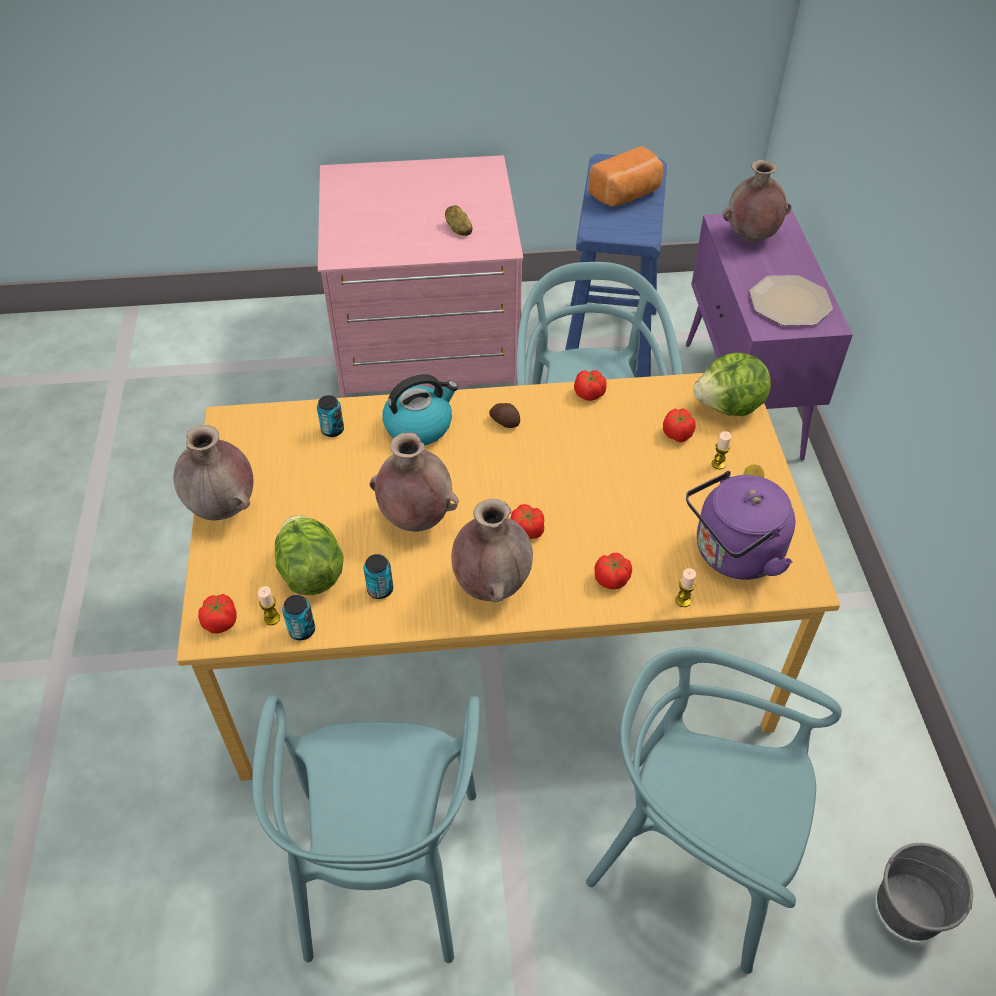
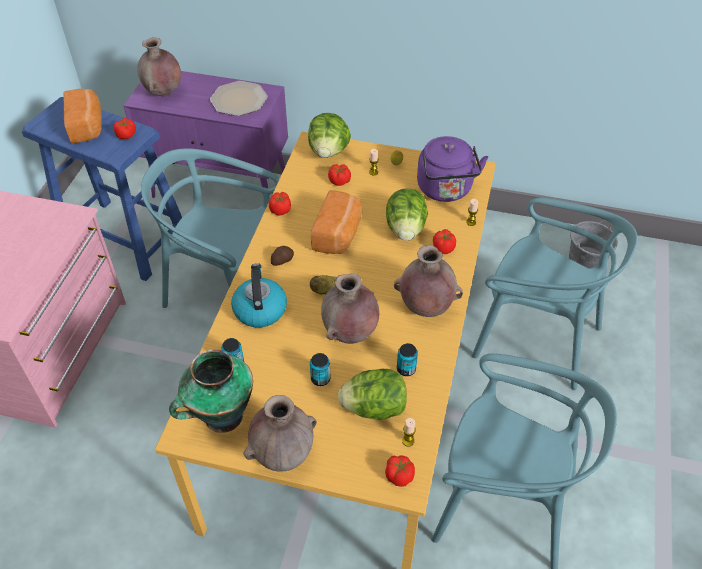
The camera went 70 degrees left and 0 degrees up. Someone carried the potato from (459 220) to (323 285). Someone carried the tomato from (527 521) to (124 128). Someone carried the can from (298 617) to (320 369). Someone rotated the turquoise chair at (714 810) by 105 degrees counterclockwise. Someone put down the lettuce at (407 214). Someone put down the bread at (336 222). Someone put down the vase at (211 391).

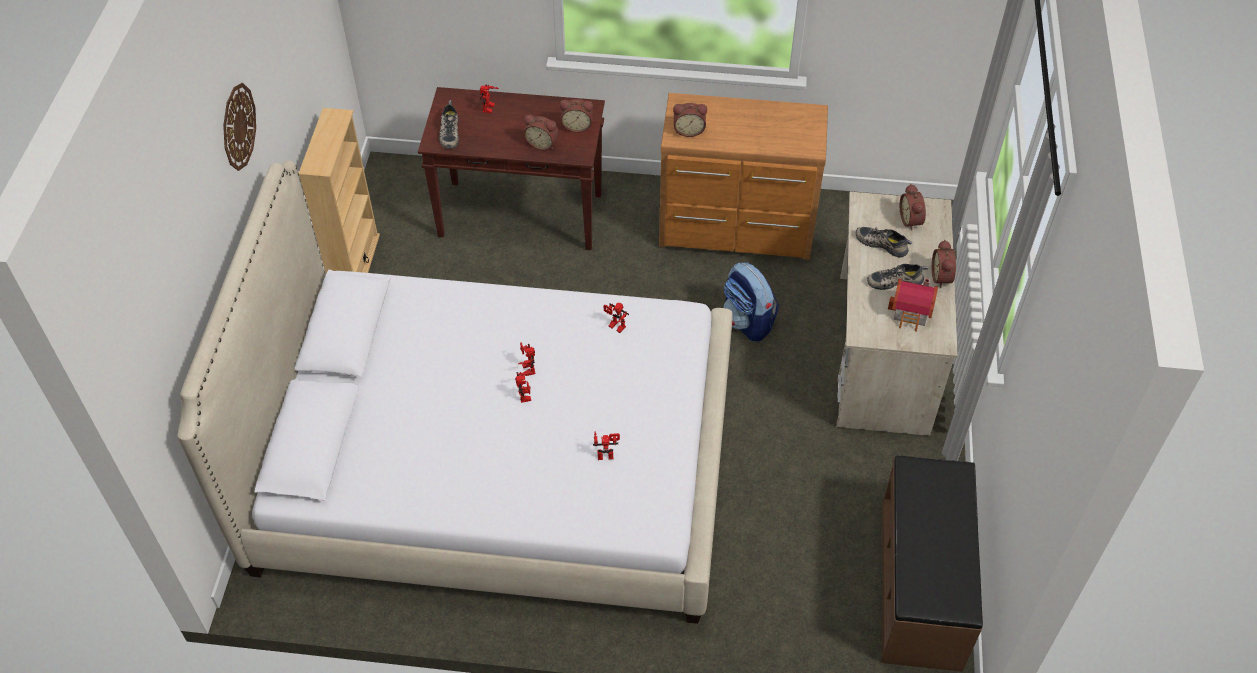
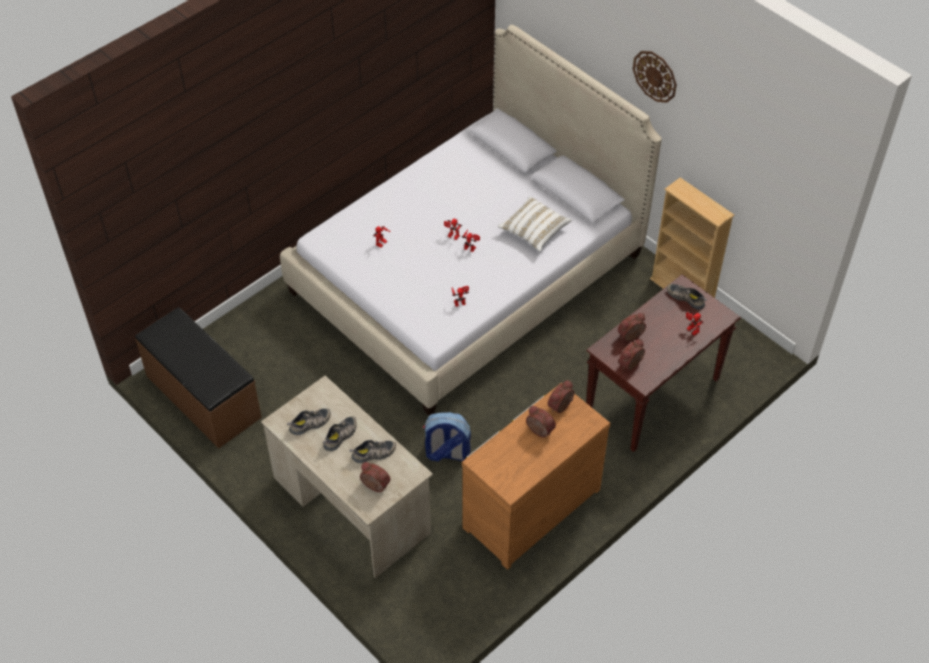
The camera went 130 degrees right and 0 degrees up. Someone carried the alarm clock from (944 264) to (541 422). Someone swapped the toy house at (913 305) for the shoe at (309 421). Someone put down the white pillow at (534 224).

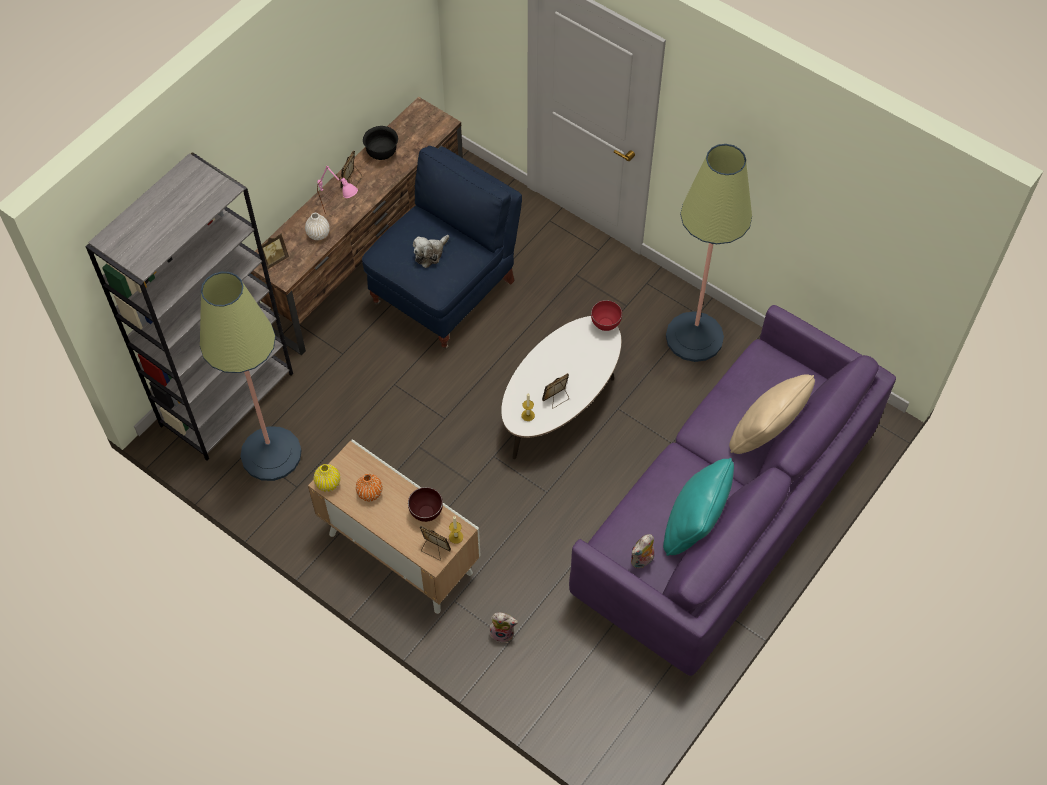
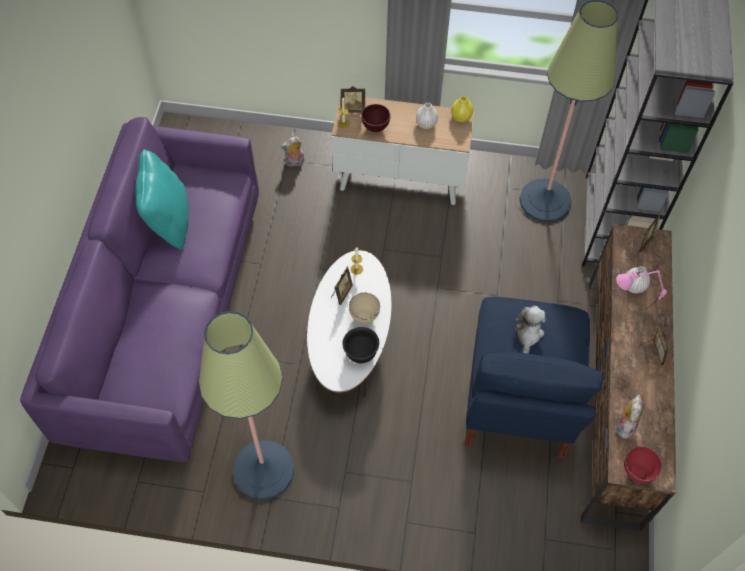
The camera went 150 degrees right and 0 degrees up. Someone carried the black bowl from (380 143) to (360 345). Someone carried the red bowl from (606 315) to (643 464). Someone took away the beige pillow at (772 414). Someone repainted the orange vase at (369 487), which became the white vase at (427 116). Someone carried the plush toy from (643 551) to (630 417). Someone put down the beige bowl at (364 308).

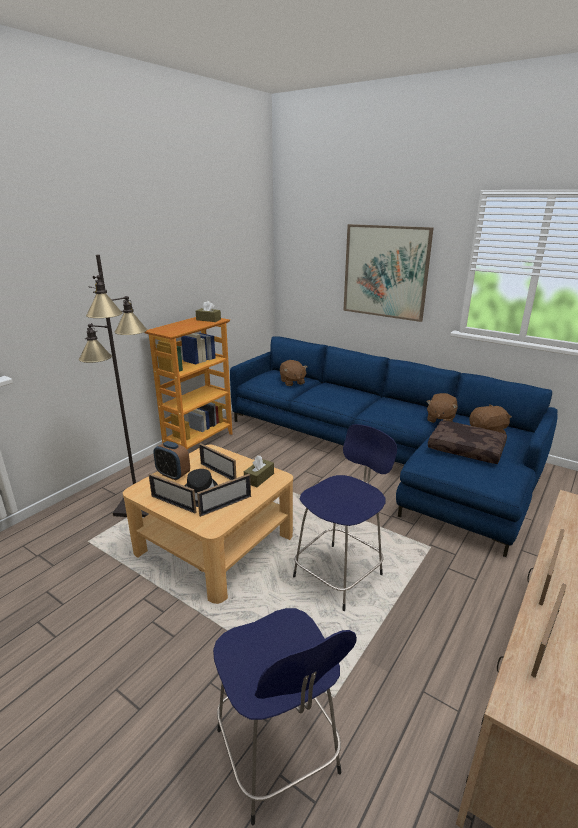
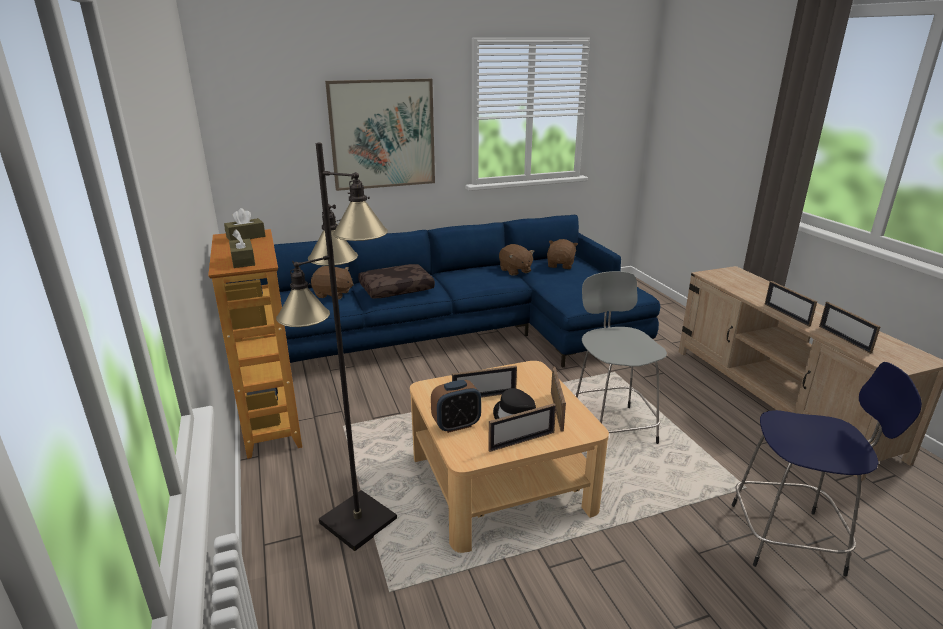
The camera went 55 degrees left and 0 degrees up. Someone carried the brown pillow from (467 442) to (396 281). Someone repainted the blue stool at (345 517), which became the grey stool at (621 357). Someone carried the brown tissue box from (259 471) to (242 249).

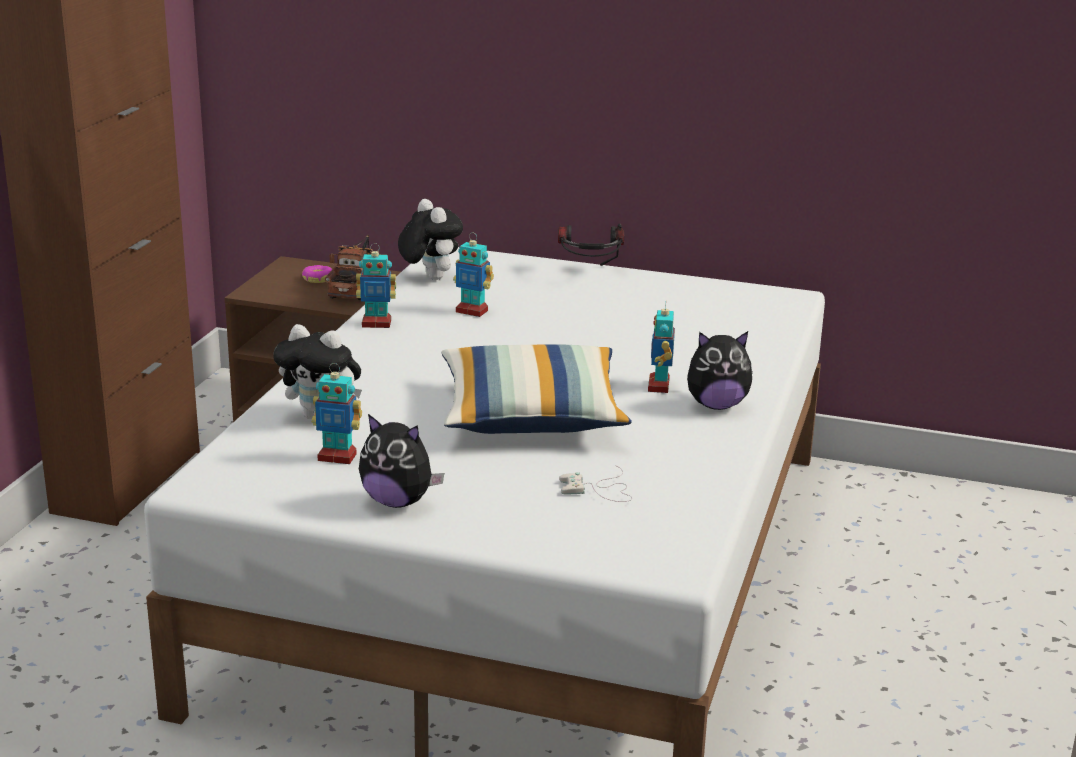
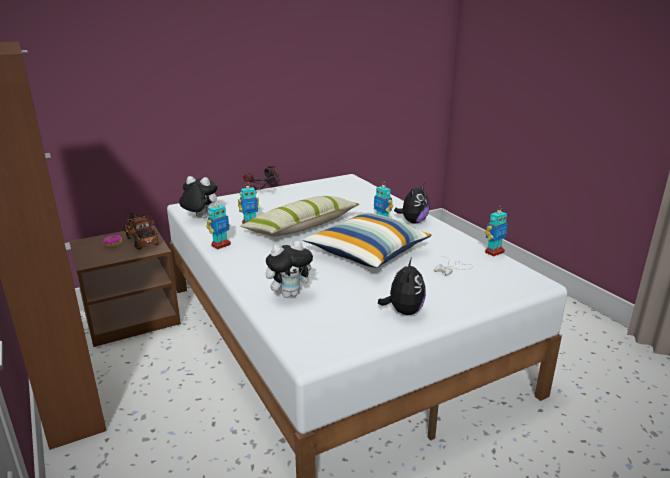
The camera went 45 degrees left and 0 degrees up. Someone carried the toy robot from (337 413) to (496 232). Someone rotated the plush toy at (401 461) by 60 degrees counterclockwise. Someone put down the pillow at (299 216).

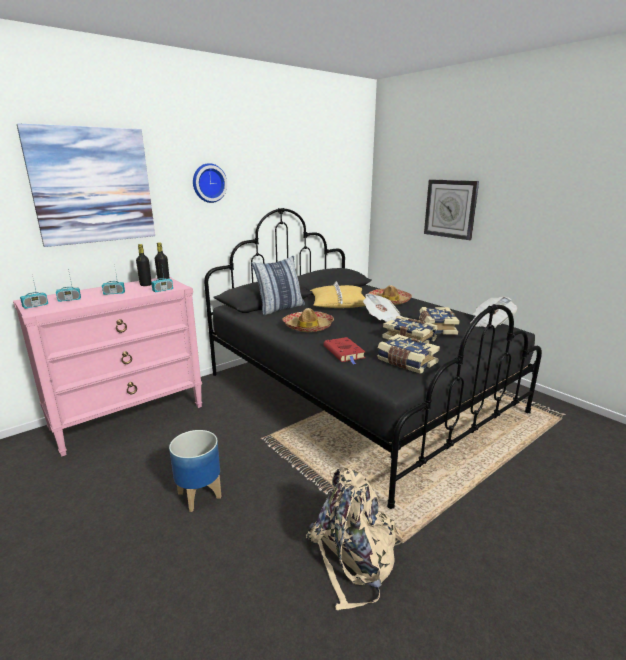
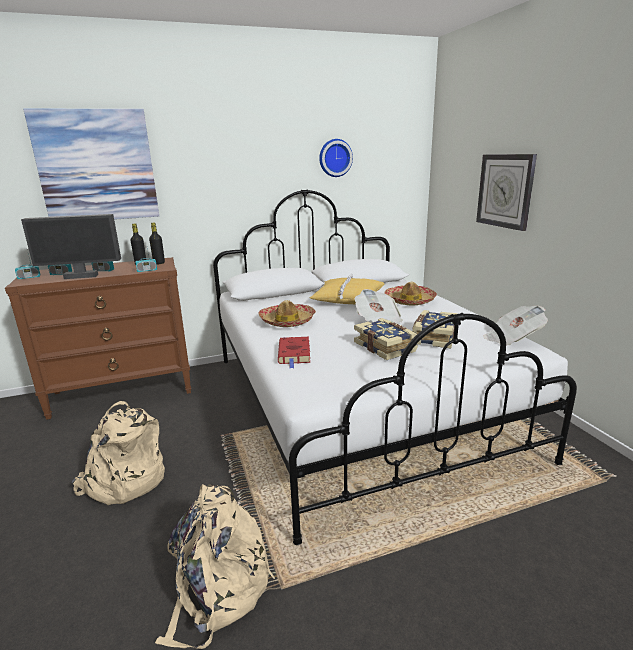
The camera went 20 degrees right and 0 degrees up. Someone carried the wall clock from (210 183) to (336 158). Someone repainted the black bed at (373 358), which became the white bed at (395 367). Someone took away the pillow at (278 285). Someone repainted the pink dresser at (107 367), which became the brown dresser at (98 338). Someone took away the book at (408 354). Someone swapped the planter at (195 471) for the beige backpack at (118 453). Someone put down the monitor at (71 246).

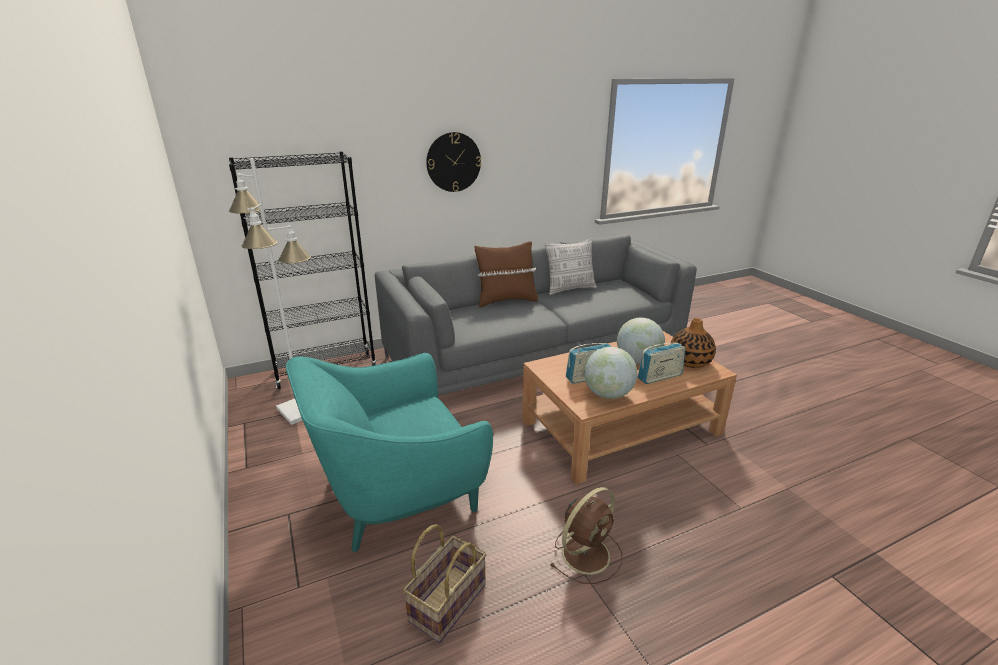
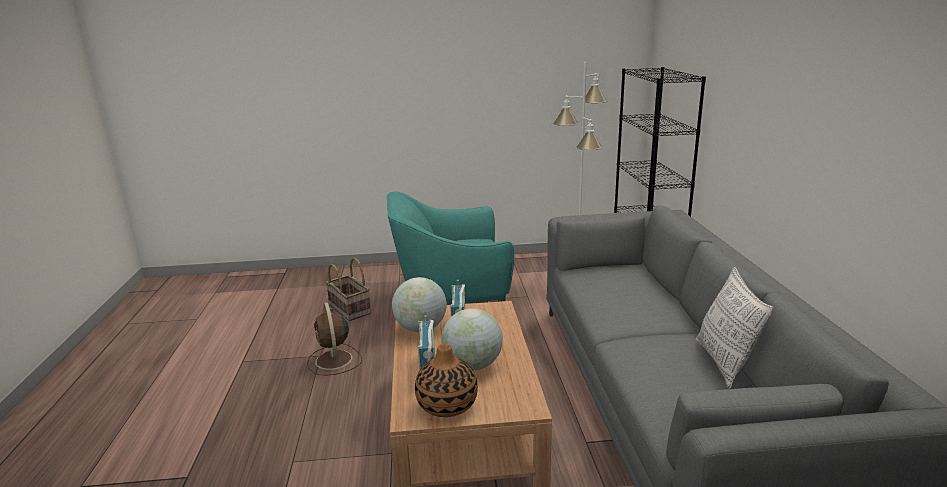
The camera went 110 degrees right and 5 degrees down. Someone took away the wall clock at (453 162). Someone took away the brown pillow at (506 274). Someone rotated the turquoise armchair at (389 452) by 90 degrees counterclockwise.

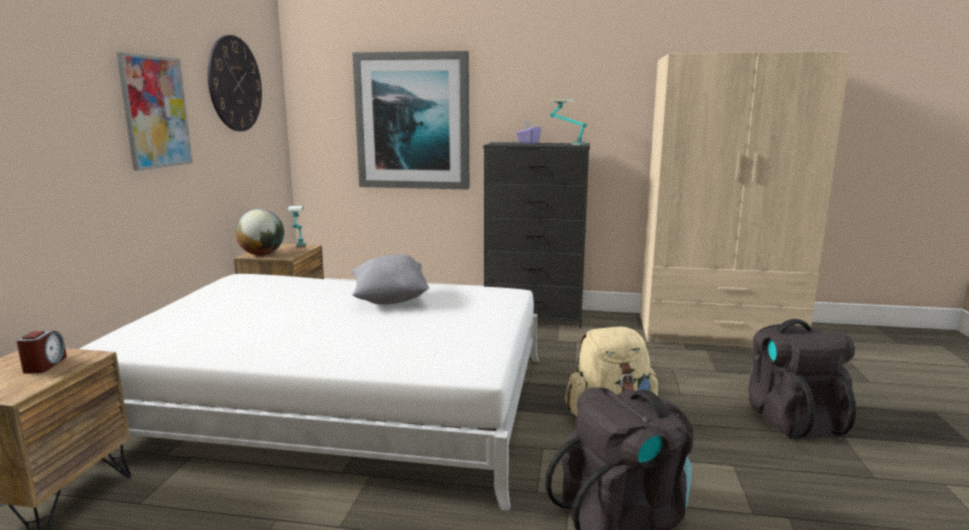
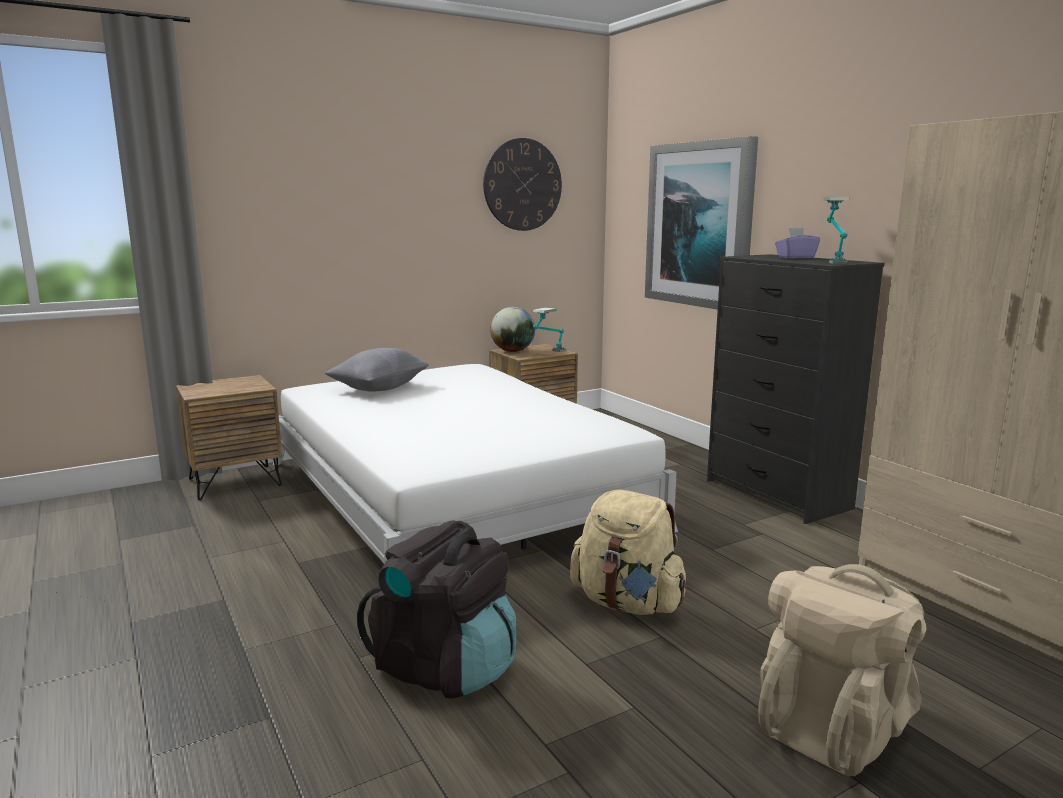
The camera went 50 degrees right and 0 degrees up. Someone took away the picture at (154 111). Someone carried the grey pillow from (390 279) to (377 370). Someone repainted the black backpack at (802 379), which became the beige backpack at (842 670). Someone took away the alarm clock at (41 352).

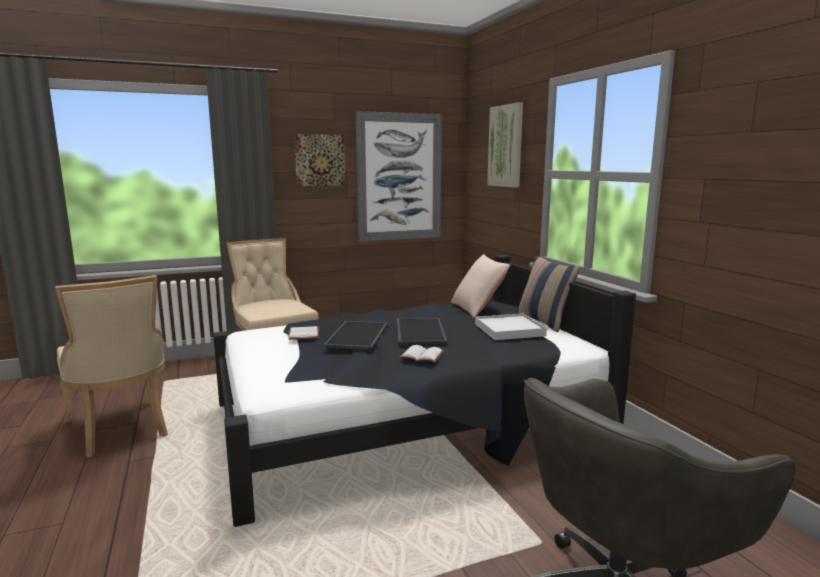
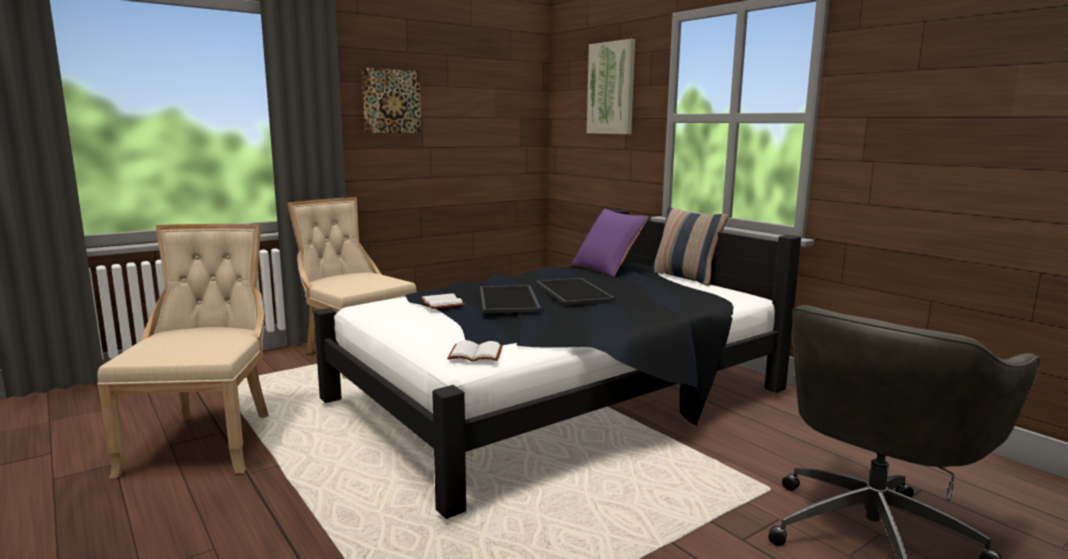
The camera went 15 degrees left and 0 degrees up. Someone took away the picture at (398 176). Someone repainted the beige pillow at (480 286), which became the purple pillow at (610 243). Someone rotated the beige chair at (111 366) by 135 degrees counterclockwise. Someone took away the white tray at (511 326). Someone carried the white book from (421 354) to (475 351).

